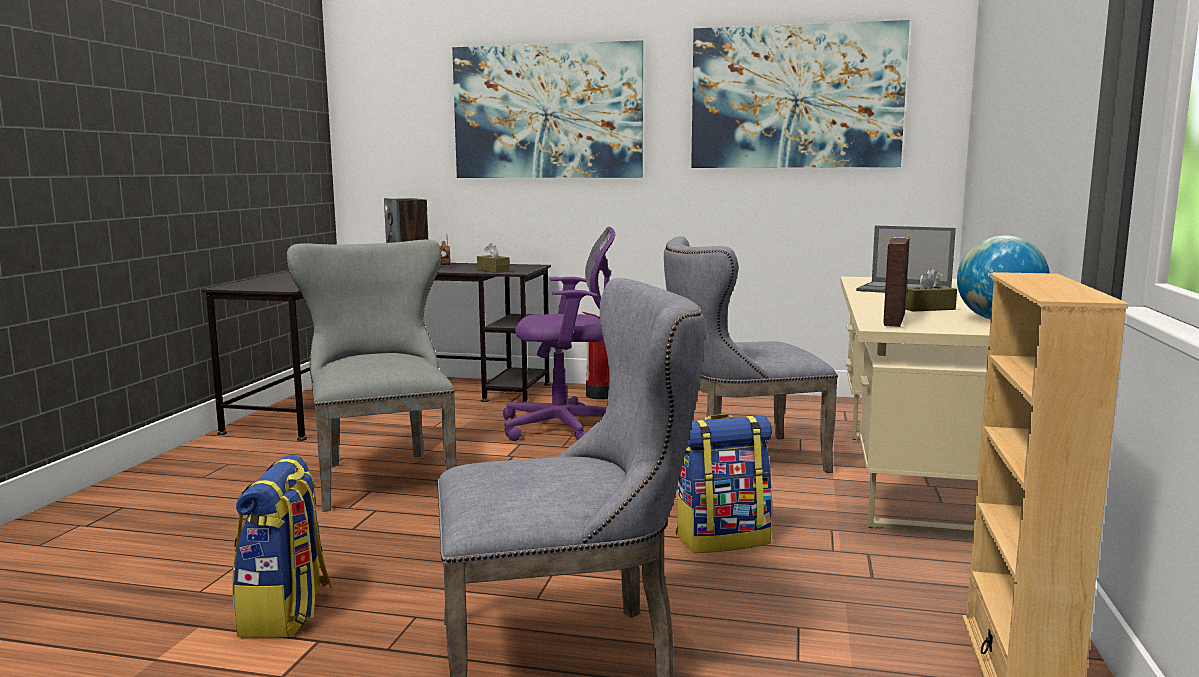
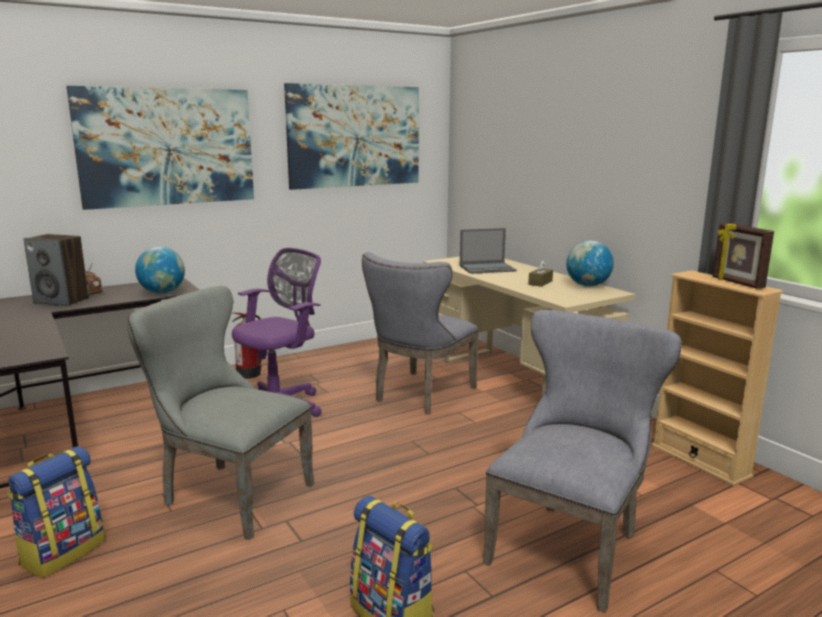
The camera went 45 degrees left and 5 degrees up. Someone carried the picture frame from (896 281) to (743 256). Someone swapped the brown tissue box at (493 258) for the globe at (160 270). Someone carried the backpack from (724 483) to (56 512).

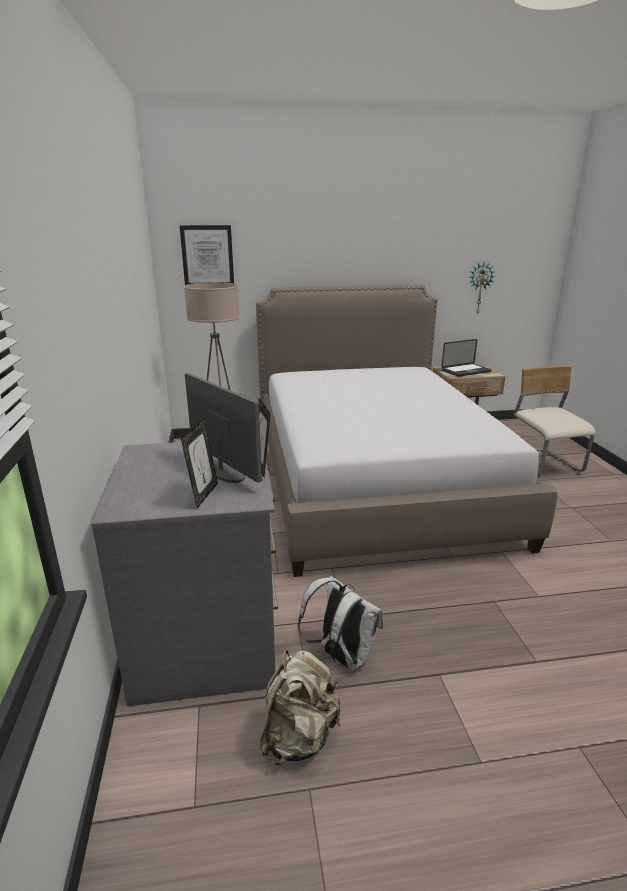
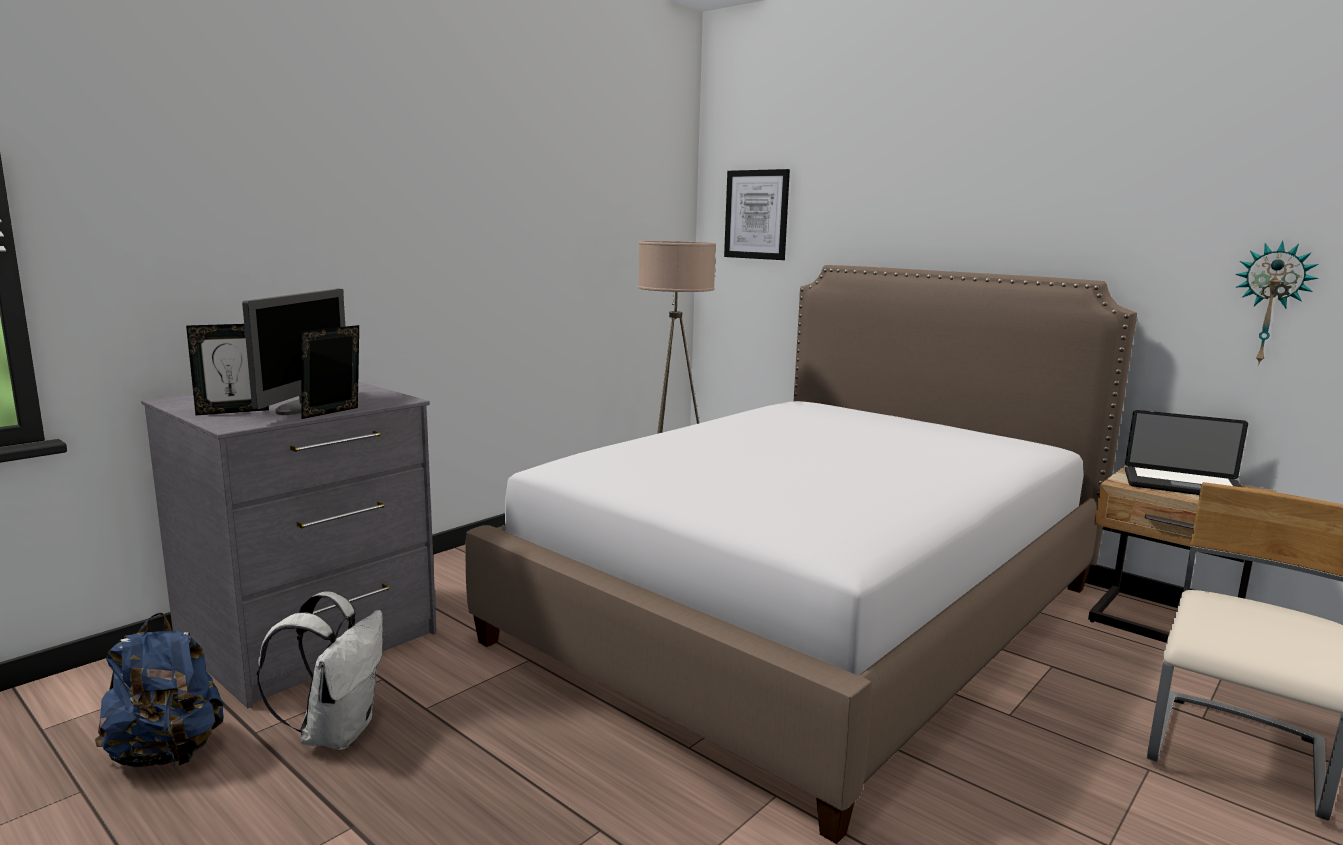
The camera went 50 degrees right and 10 degrees down. Someone repainted the beige backpack at (300 708), which became the blue backpack at (159 689).

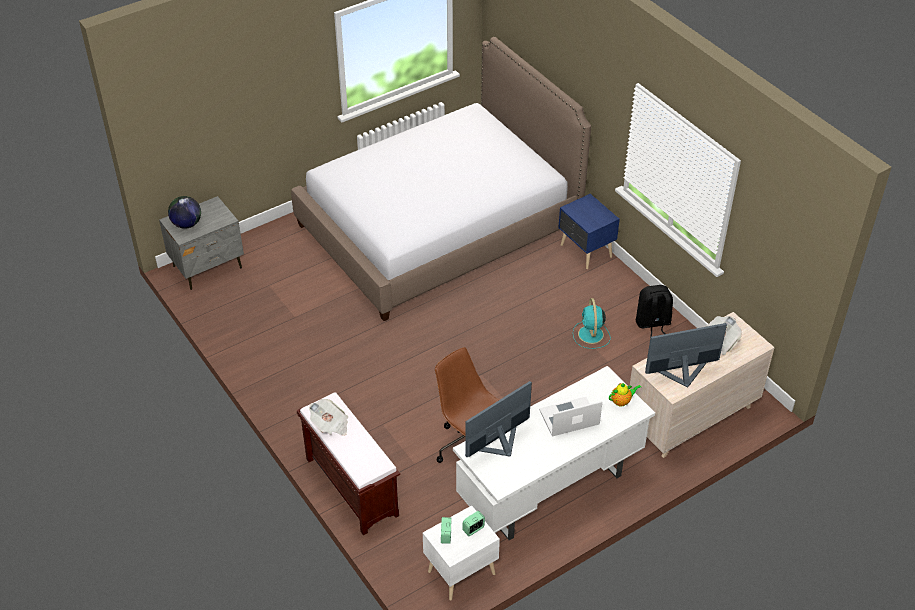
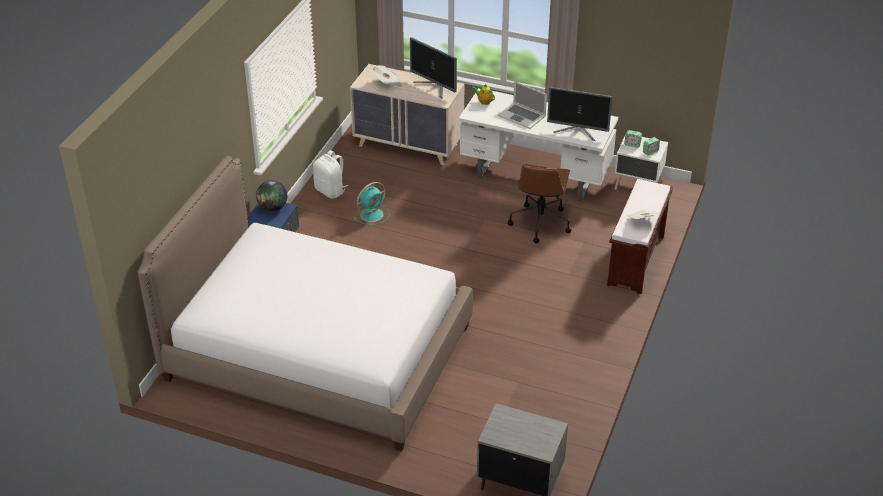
The camera went 125 degrees left and 5 degrees down. Someone carried the globe from (184 212) to (271 195). Someone repainted the black backpack at (654 311), which became the white backpack at (330 174).

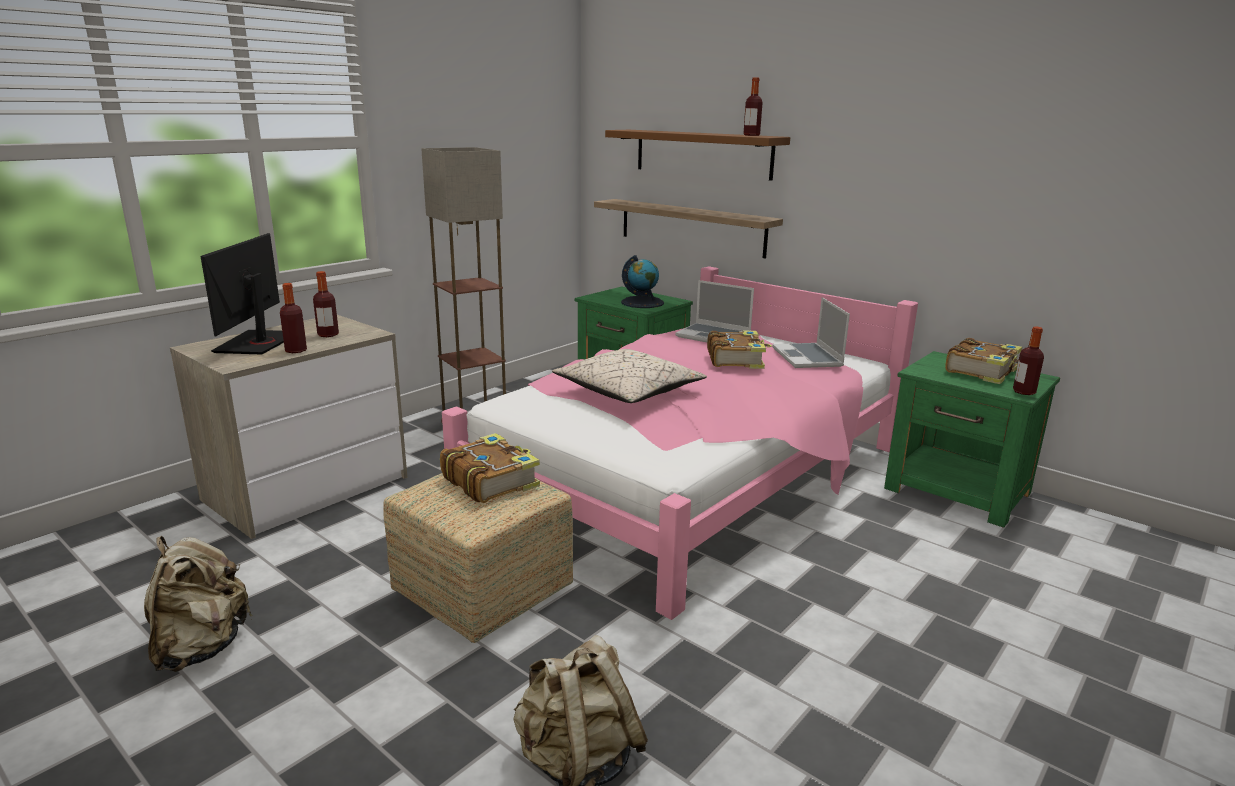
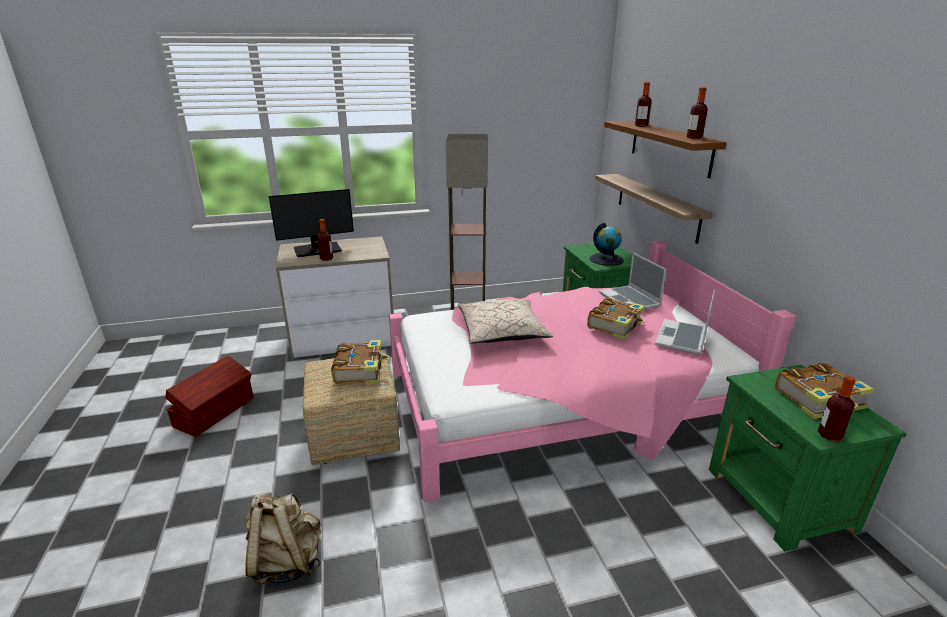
The camera went 35 degrees right and 5 degrees up. Someone rotated the monitor at (242 294) by 150 degrees counterclockwise. Someone carried the bottle from (326 304) to (643 104). Someone swapped the beige backpack at (198 604) for the brown storage box at (209 396).

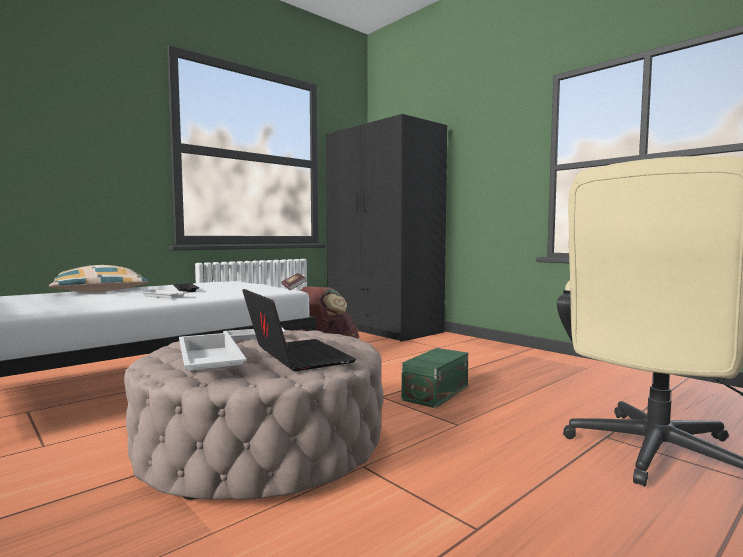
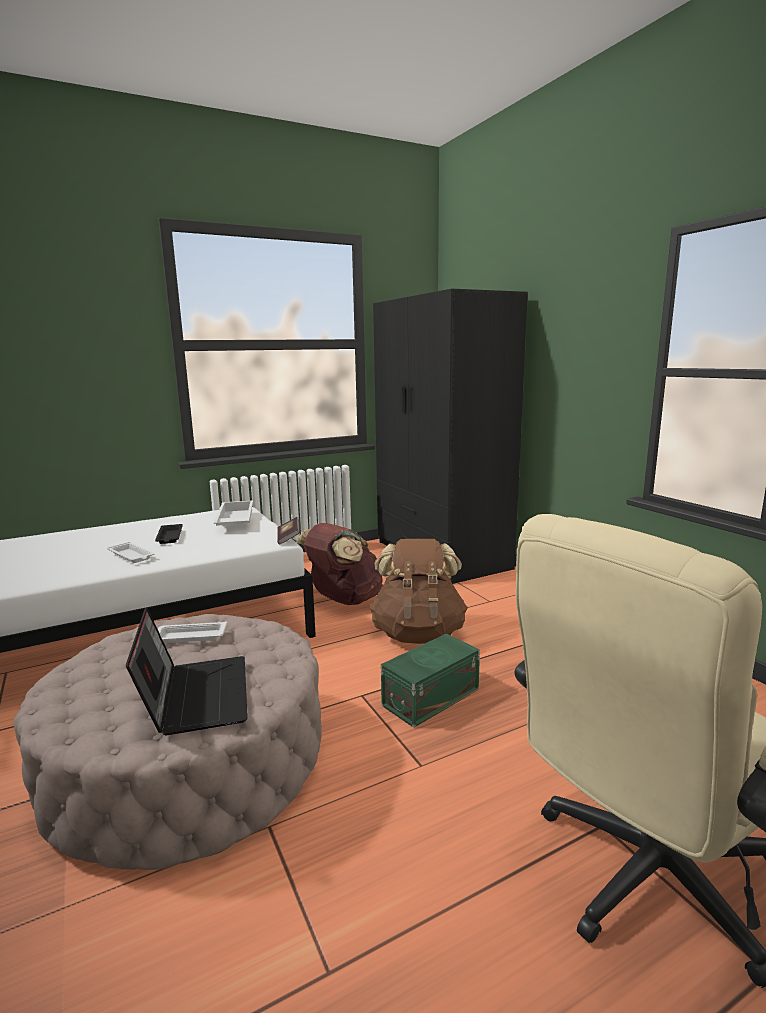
The camera went 15 degrees right and 10 degrees up. Someone took away the pillow at (99 279). Someone carried the white tray from (213 352) to (233 513). Someone put down the brown backpack at (418 591).

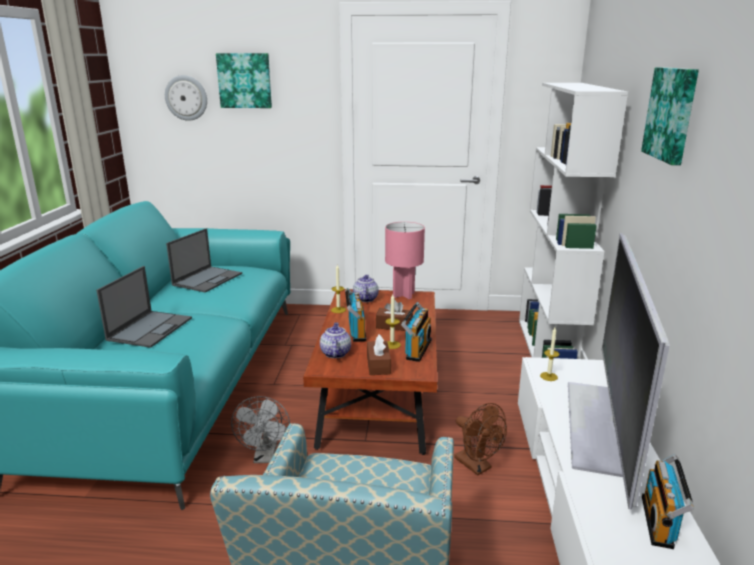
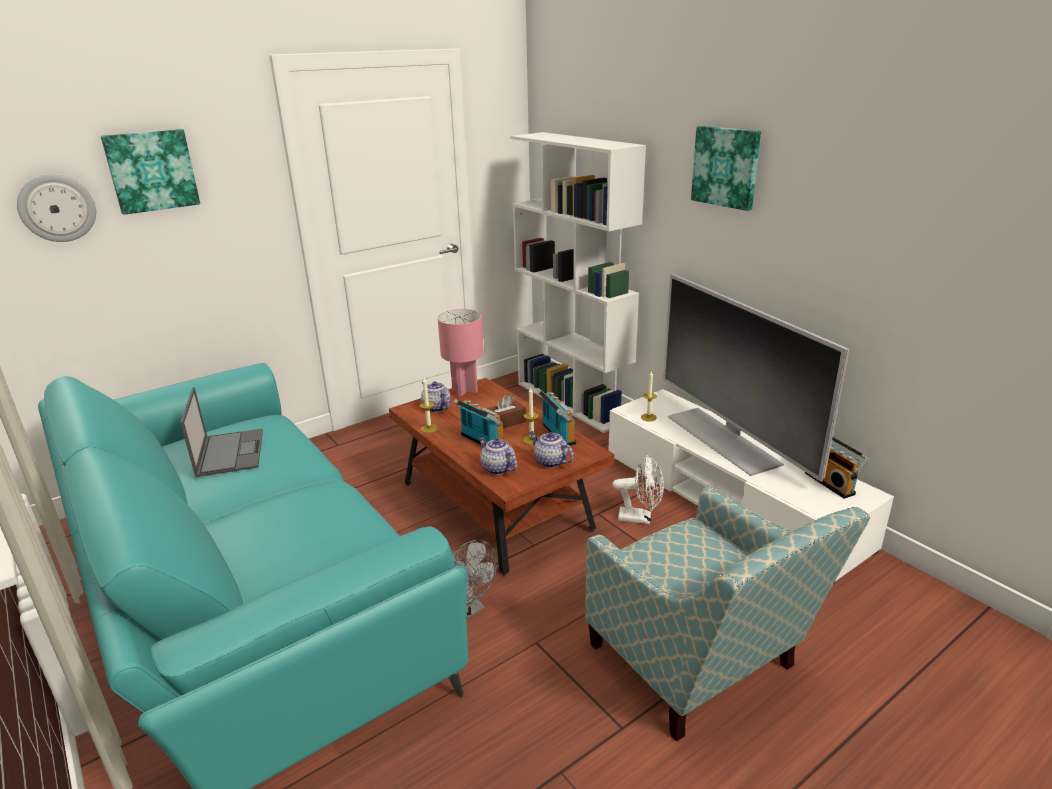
The camera went 40 degrees left and 5 degrees up. Someone took away the laptop at (144 307). Someone swapped the brown tissue box at (379 355) for the teapot at (551 449). Someone repainted the brown fan at (480 439), which became the white fan at (638 489).

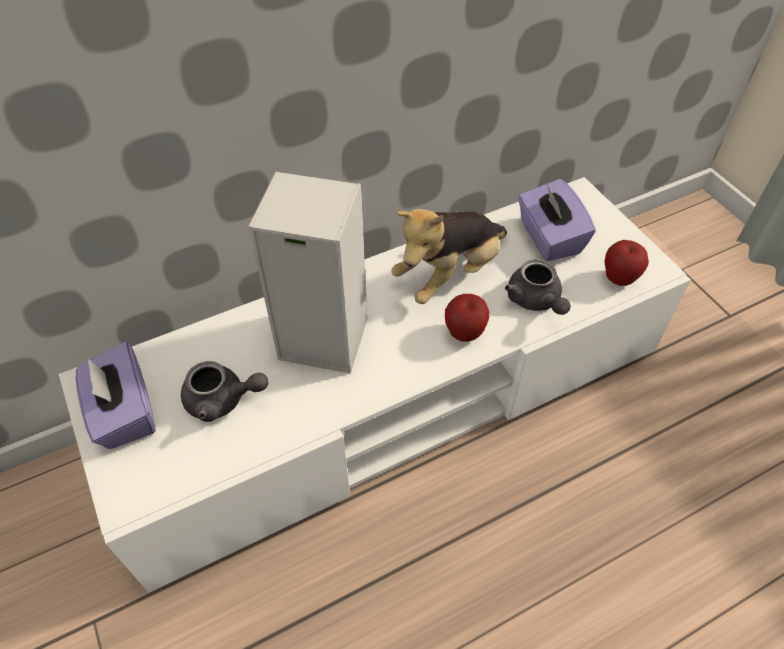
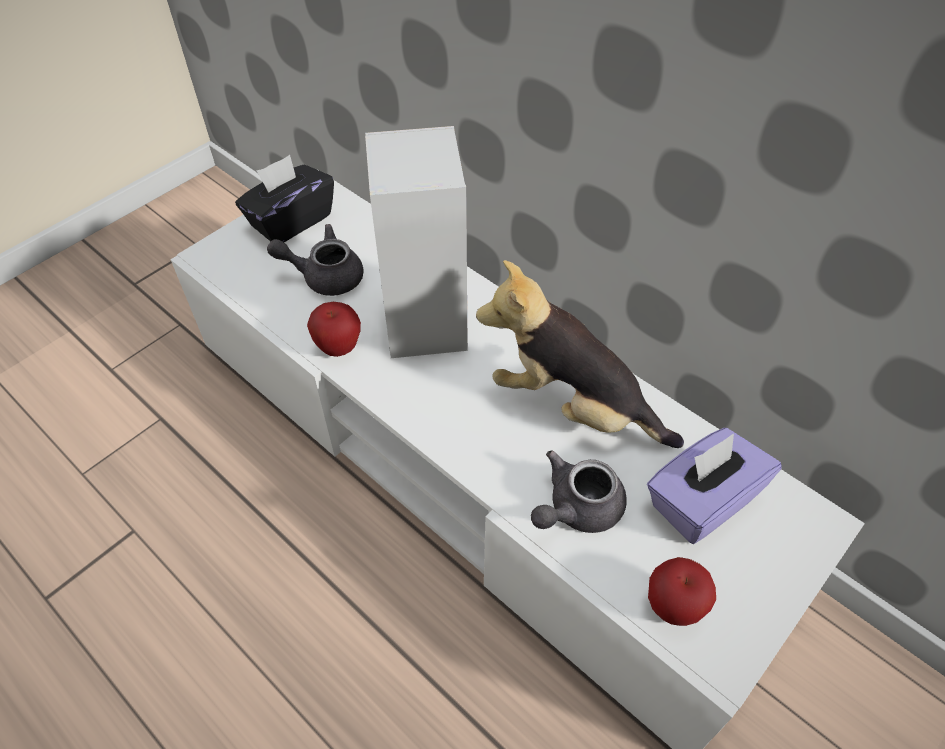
The camera went 70 degrees right and 0 degrees up. Someone carried the apple from (467 318) to (334 329). Someone repainted the purple tissue box at (116 395), which became the black tissue box at (284 198). Someone rotated the grey teapot at (224 391) by 105 degrees clockwise.

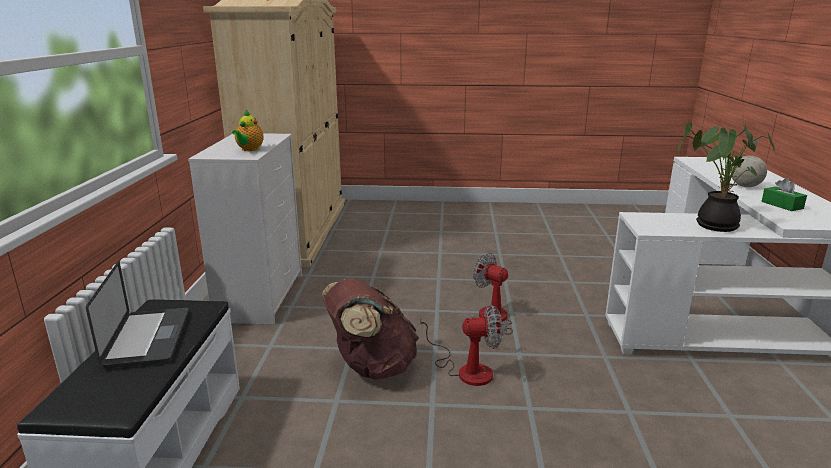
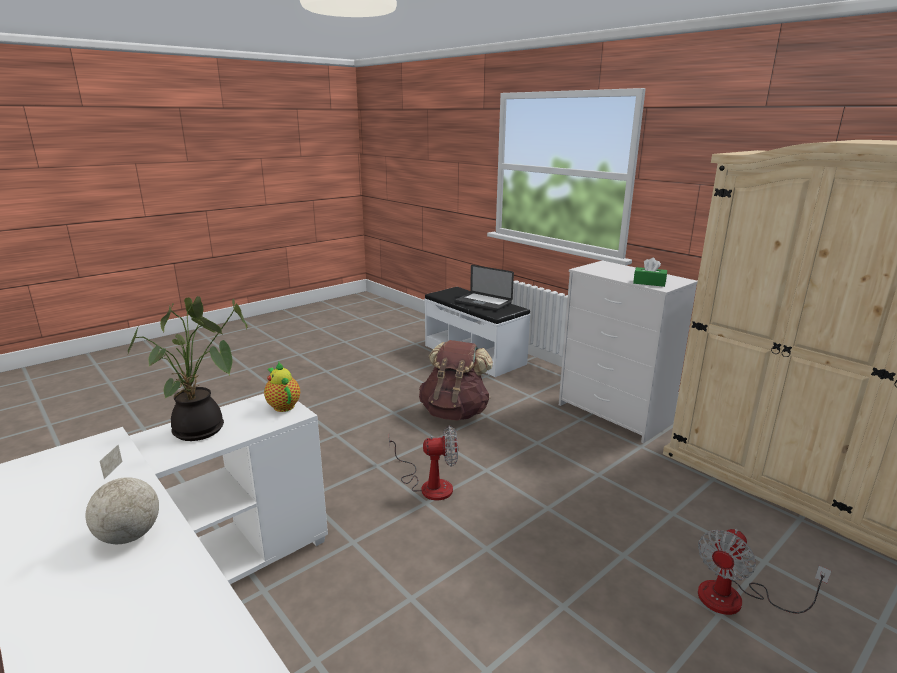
The camera went 135 degrees right and 0 degrees up. Someone carried the teapot from (248 130) to (282 387). Someone carried the green tissue box from (784 194) to (650 272). Someone carried the fan from (461 345) to (764 572).

